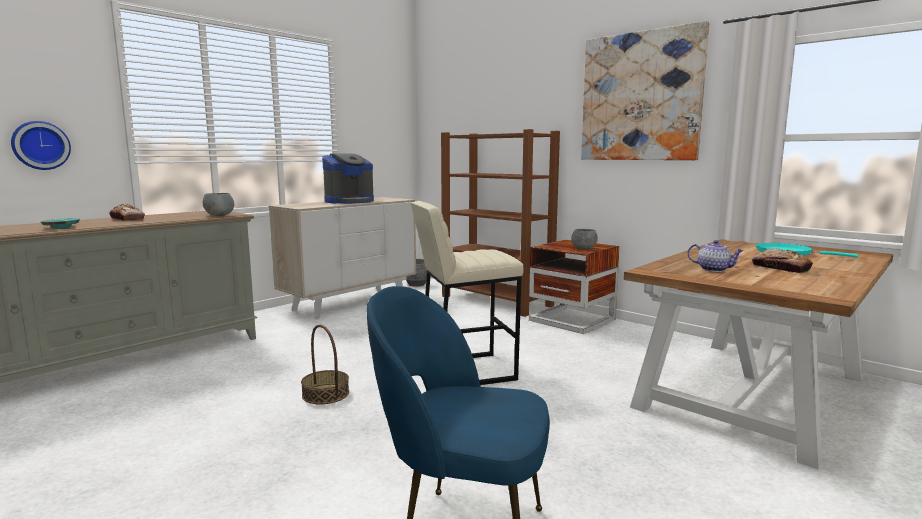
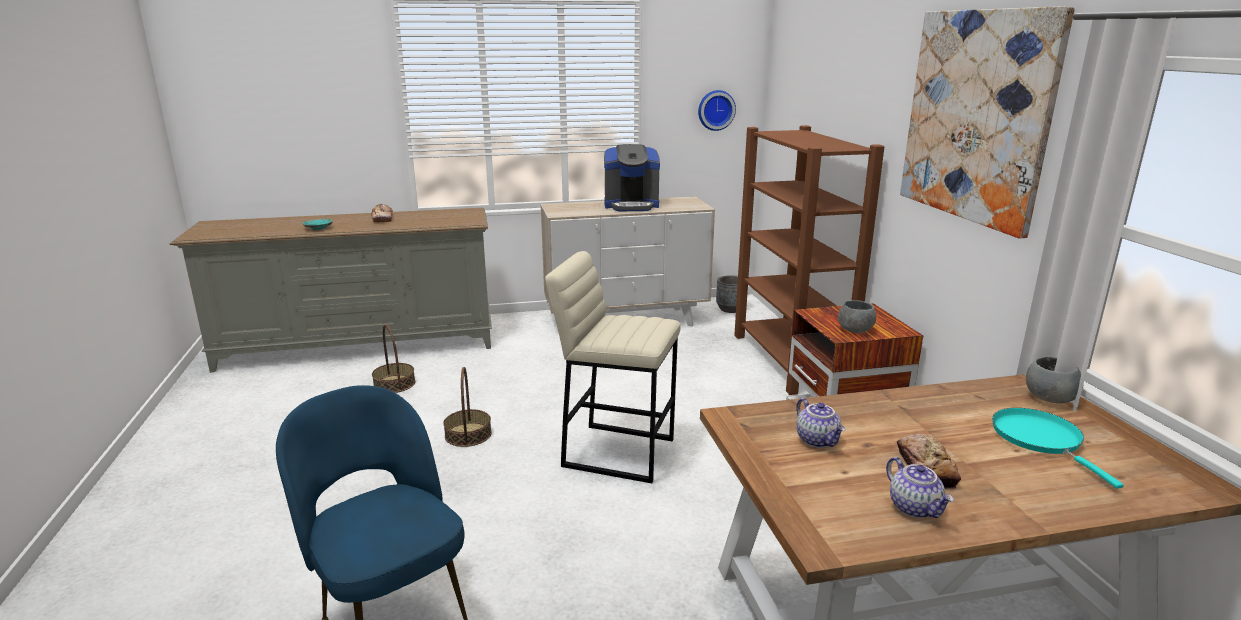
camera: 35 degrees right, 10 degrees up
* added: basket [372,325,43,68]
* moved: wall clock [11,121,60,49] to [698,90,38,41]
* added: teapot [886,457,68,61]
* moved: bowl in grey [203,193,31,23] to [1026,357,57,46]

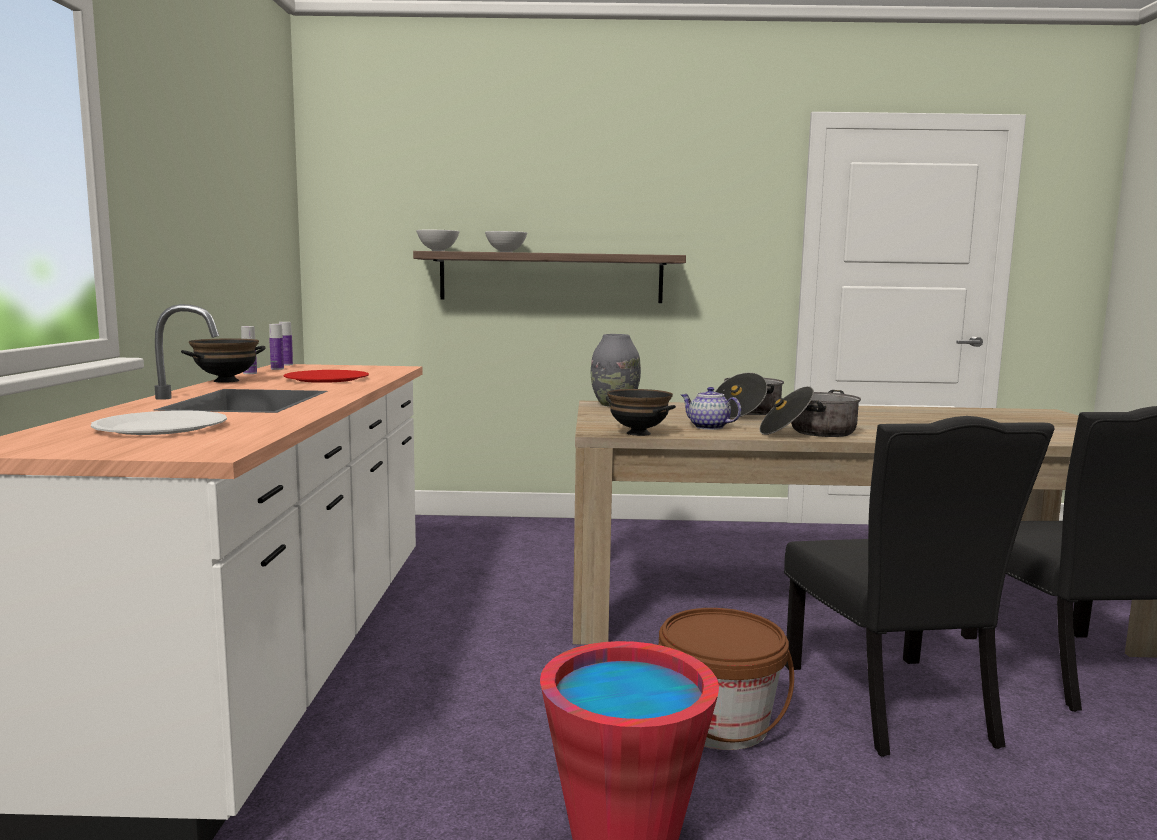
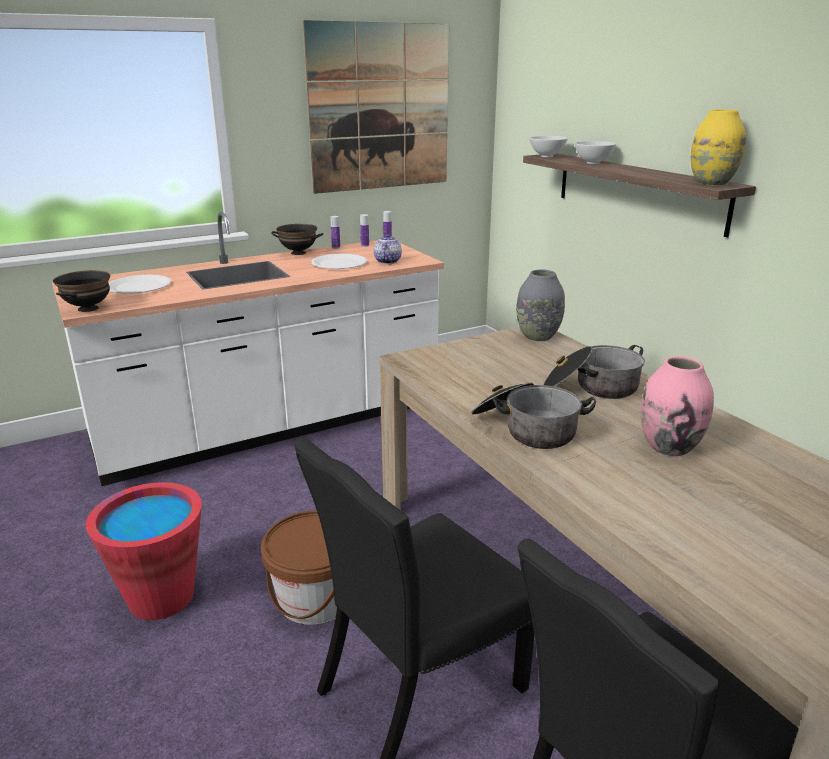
camera: 60 degrees right, 15 degrees up
* moved: bowl in black [606,389,70,47] to [53,270,57,42]
* added: picture [303,20,146,174]
* recoloured: plate in red [284,370,85,13] to plate in white [312,254,55,15]
* moved: teapot [681,387,60,43] to [373,234,29,30]
* added: vase in pink [641,356,73,100]
* added: vase in yellow [691,109,55,76]

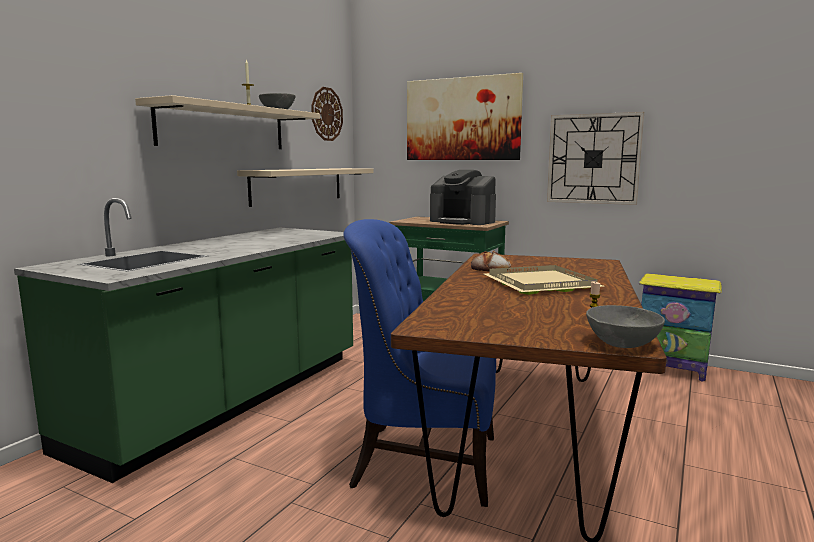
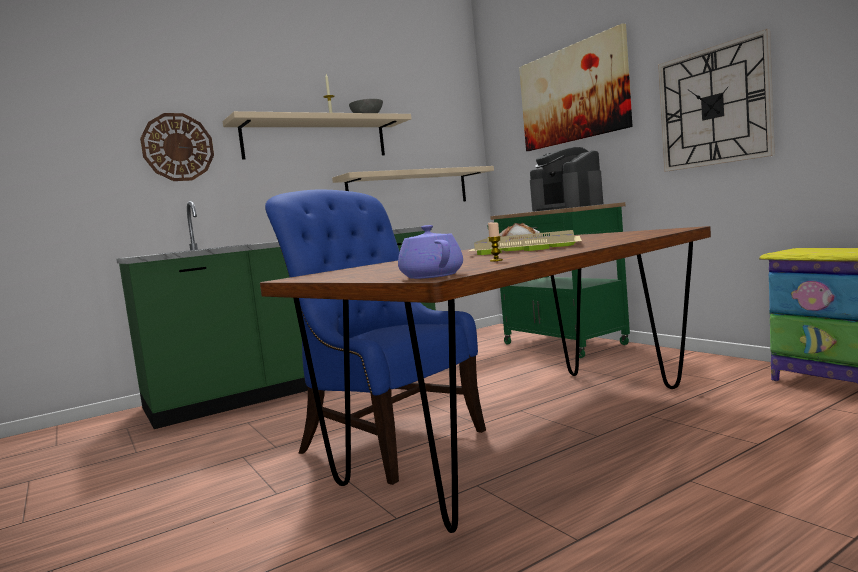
camera: 30 degrees right, 5 degrees down
* moved: wall clock [311,87,32,54] to [140,113,74,68]
* replaced: bowl in grey [586,305,79,43] to teapot in purple [398,225,65,54]

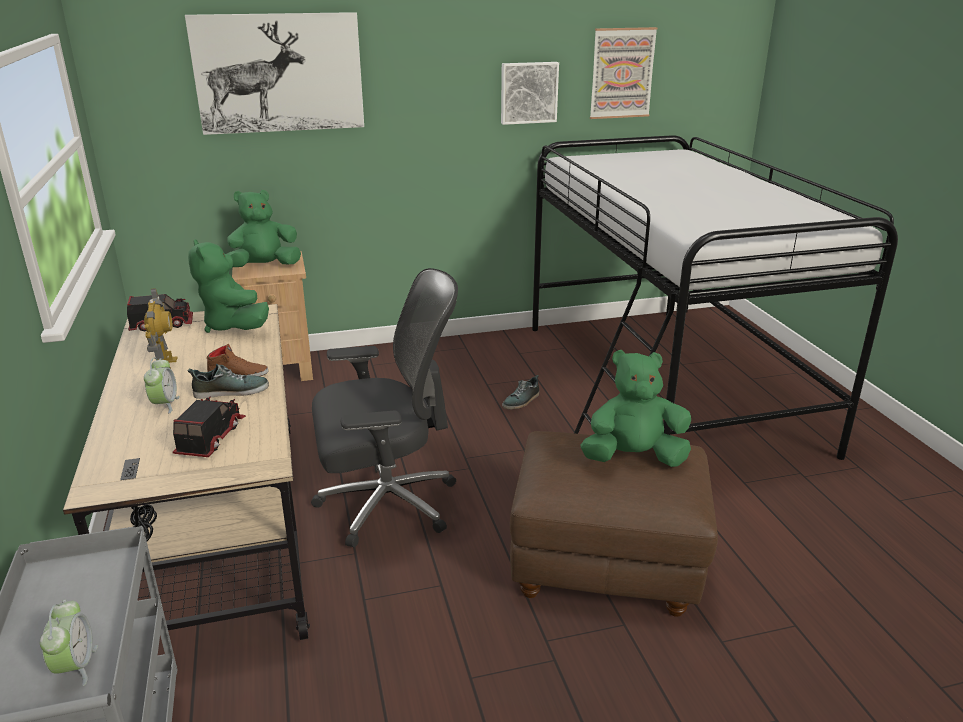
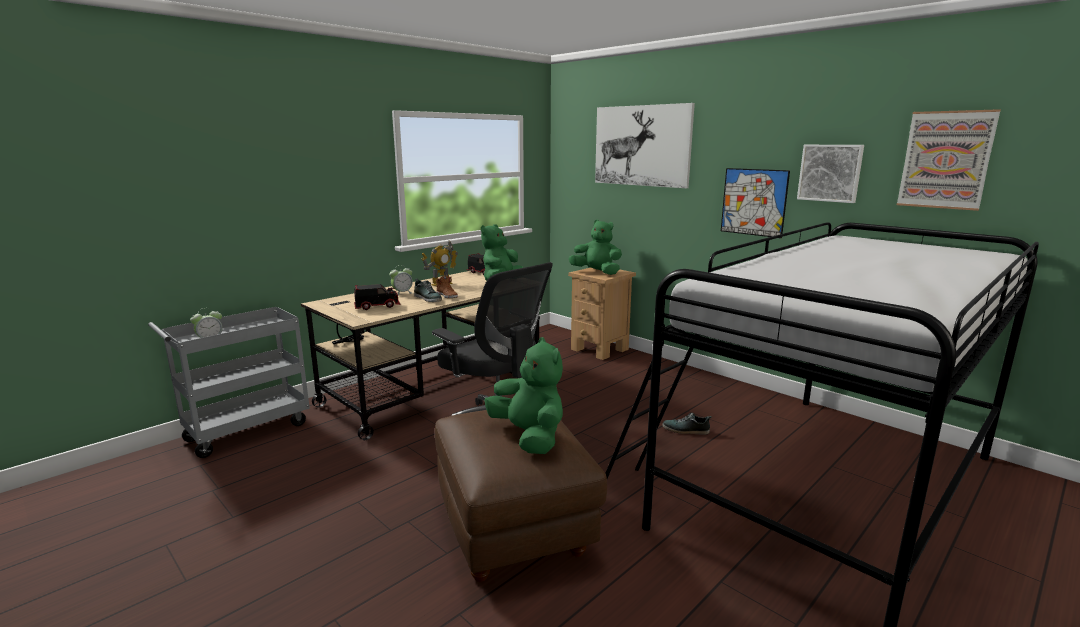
camera: 60 degrees right, 10 degrees down
* added: picture [721,168,69,70]

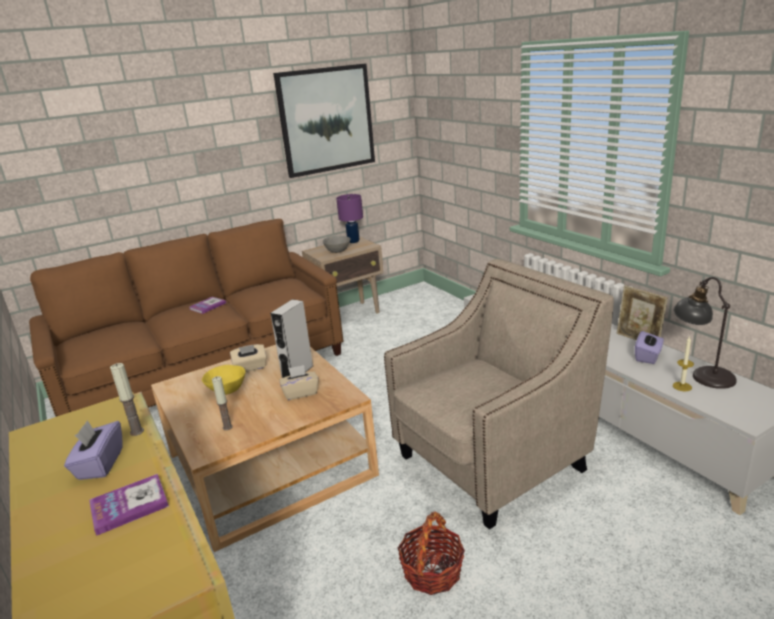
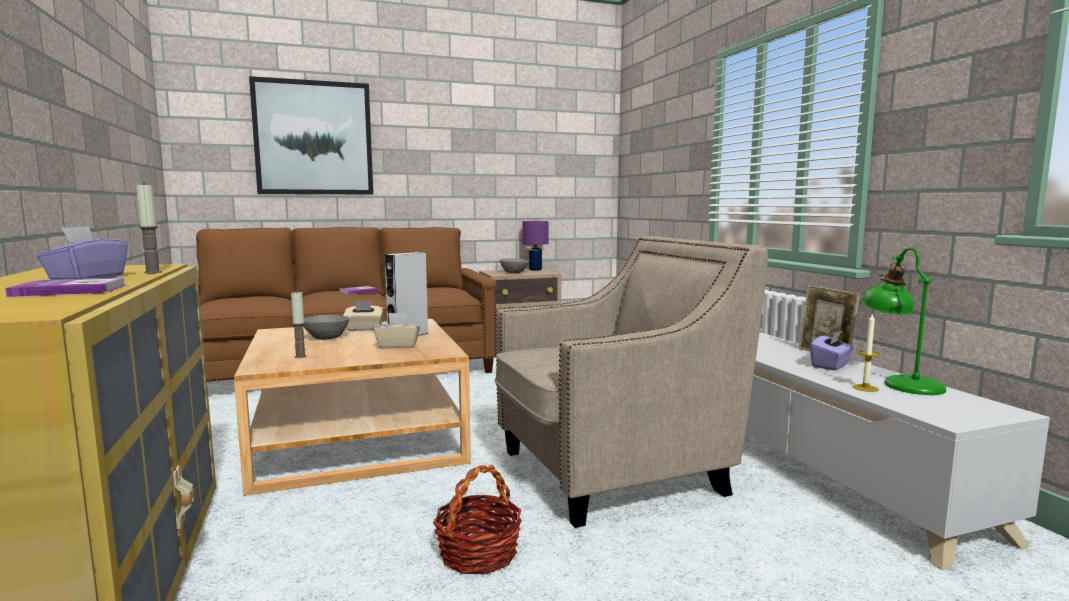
camera: 10 degrees right, 15 degrees down
* moved: picture [273,64,102,114] to [249,76,124,119]
* recoloured: bowl in yellow [202,365,43,30] to bowl in grey [303,315,47,25]
* recoloured: table lamp in grey [674,277,63,112] to table lamp in green [862,247,84,148]

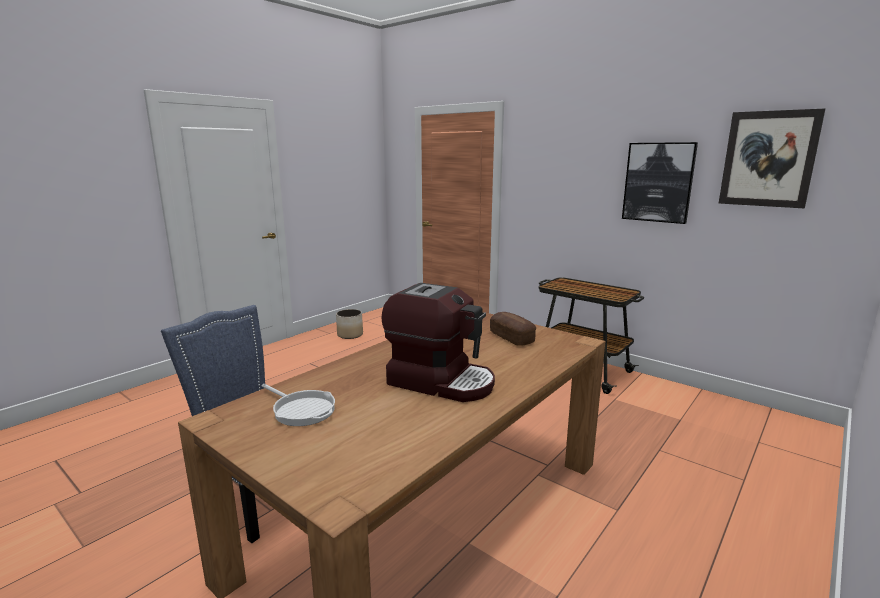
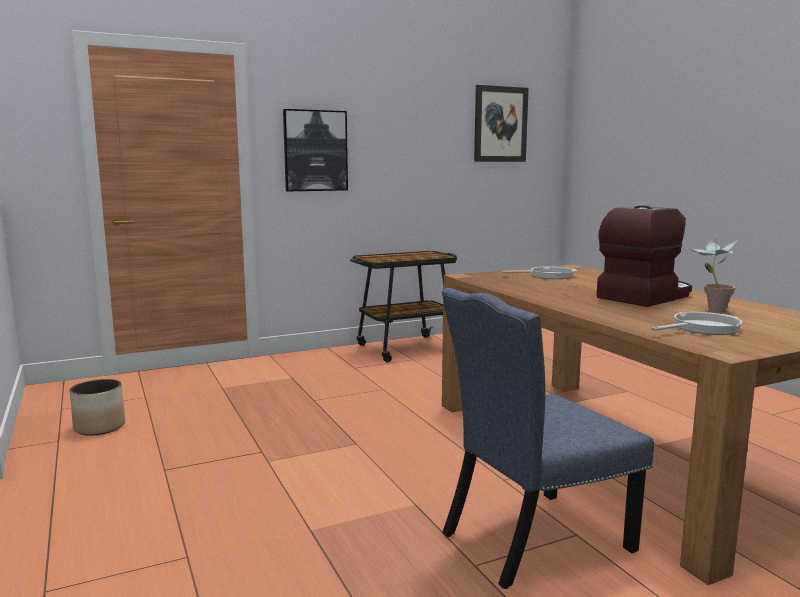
camera: 65 degrees left, 5 degrees down
* moved: picture [622,142,76,82] to [283,109,65,83]
* replaced: bread [490,312,46,34] to frying pan [502,266,75,13]
* added: potted plant [690,238,48,75]

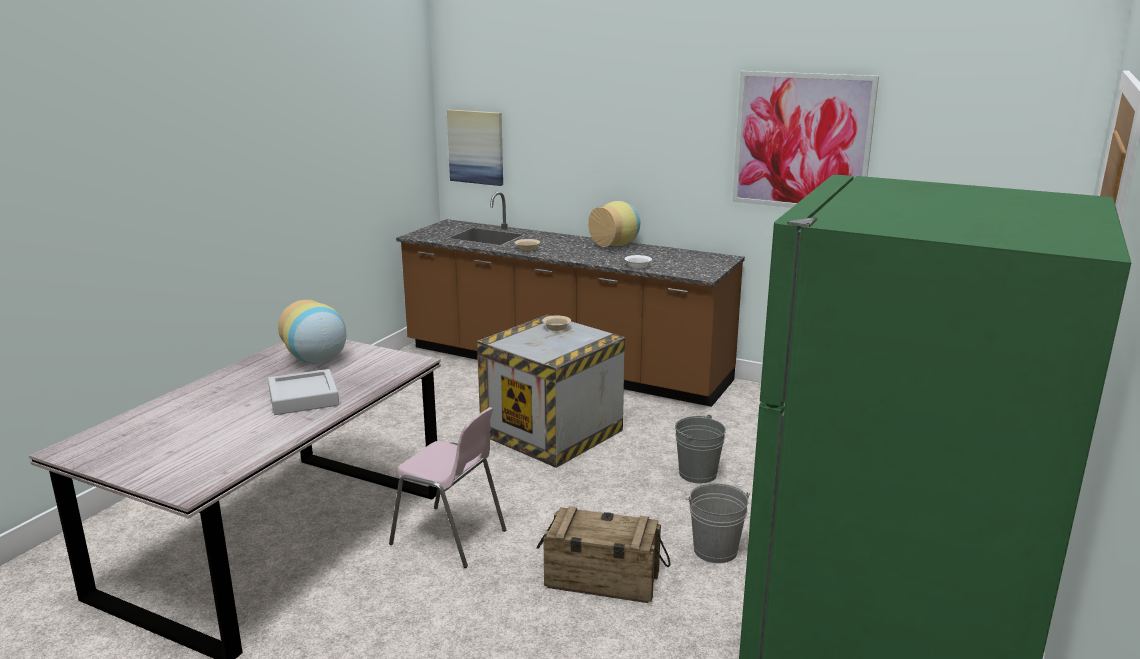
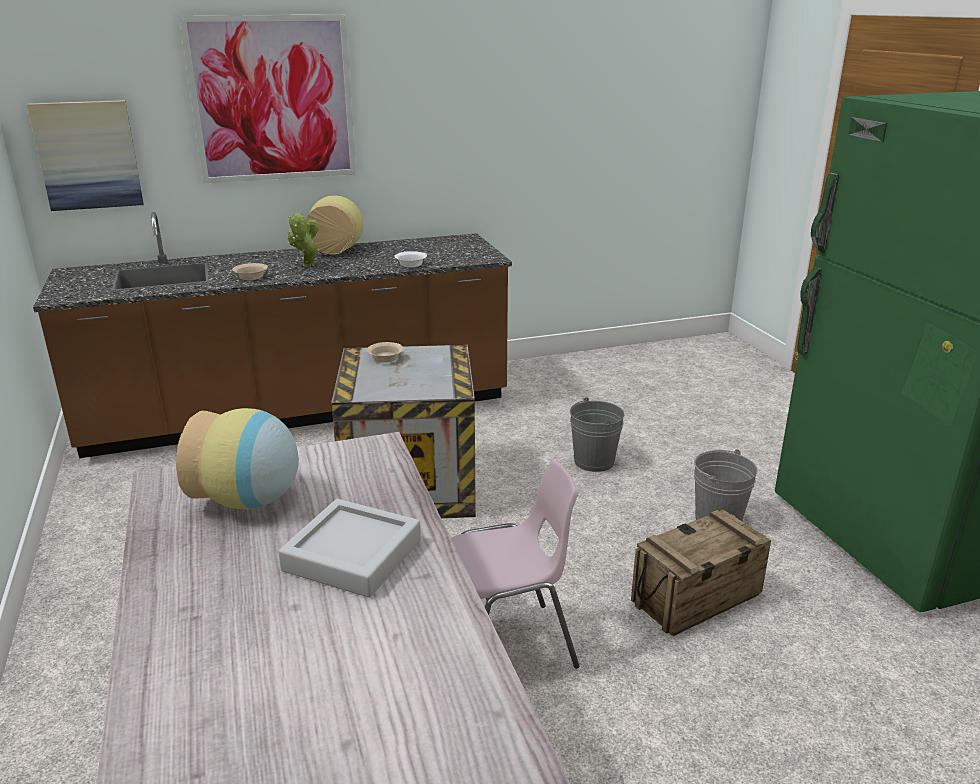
camera: 45 degrees left, 5 degrees up
* moved: picture [732,71,147,137] to [179,15,177,168]
* added: potted plant [288,212,31,55]

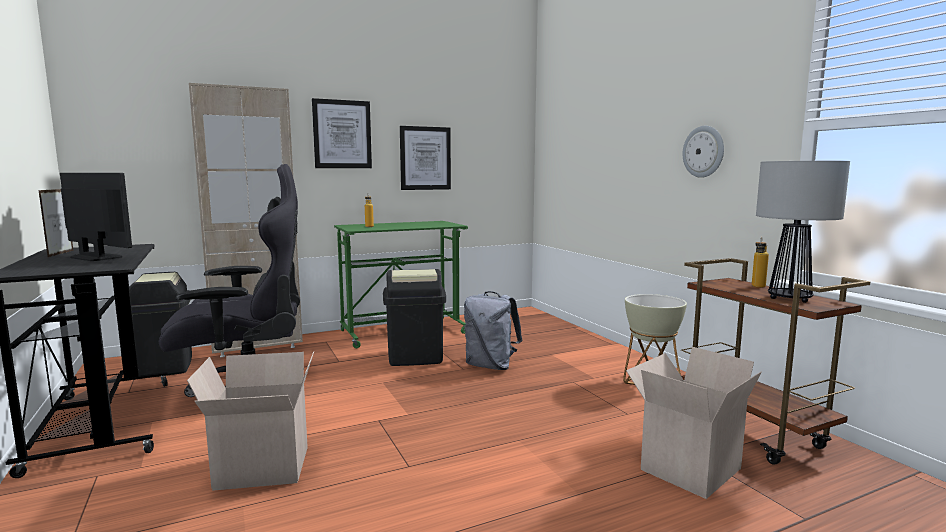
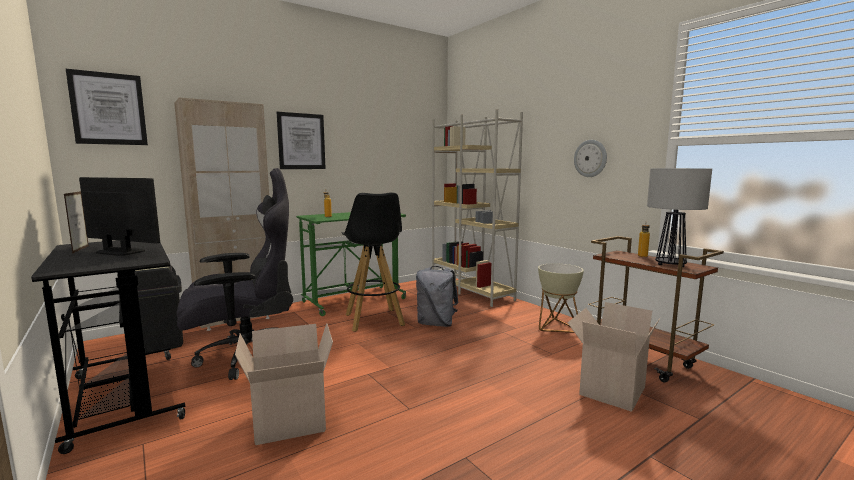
camera: 10 degrees left, 0 degrees up
* moved: picture [400,126,51,64] to [66,69,82,76]
* replaced: trash can in black [383,269,63,97] to stool in black [342,192,63,140]
* added: bookcase in beige [432,109,91,198]

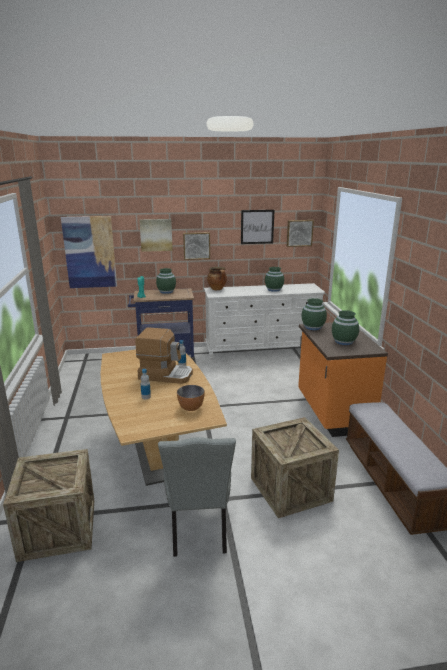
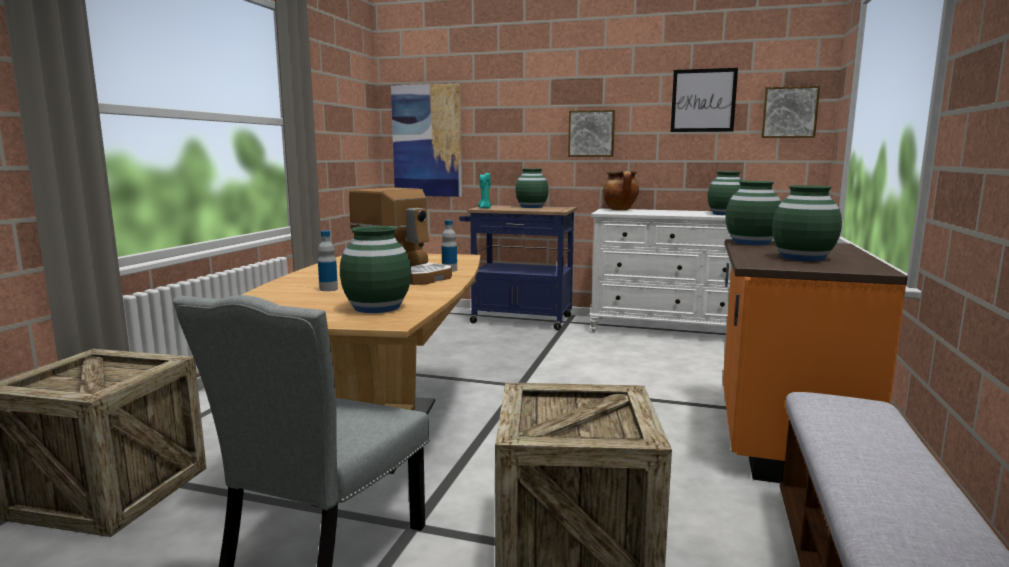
camera: 25 degrees right, 10 degrees down
* replaced: bowl [177,385,27,26] to vase in green [340,226,71,87]
* removed: picture [139,219,34,33]

